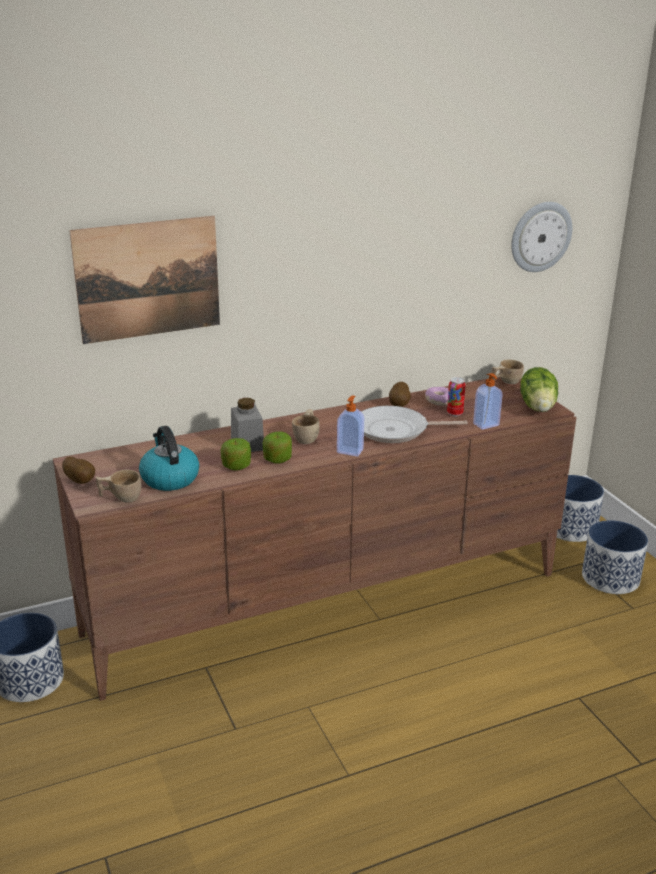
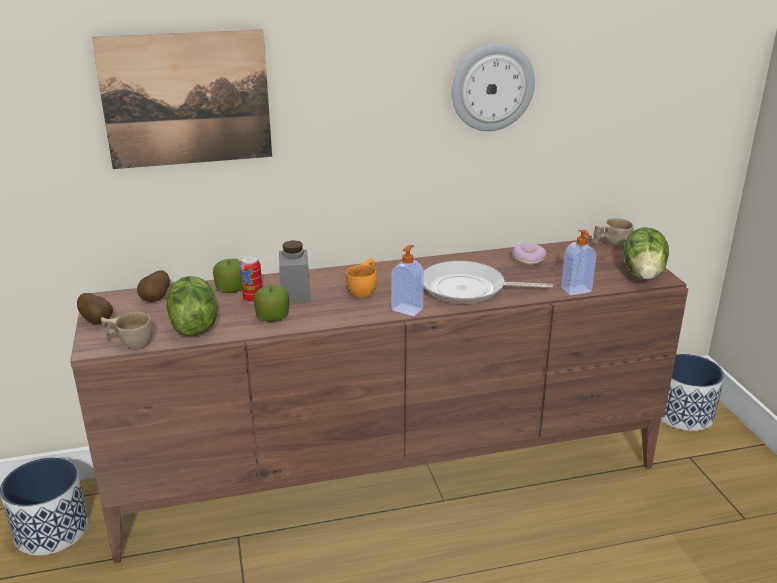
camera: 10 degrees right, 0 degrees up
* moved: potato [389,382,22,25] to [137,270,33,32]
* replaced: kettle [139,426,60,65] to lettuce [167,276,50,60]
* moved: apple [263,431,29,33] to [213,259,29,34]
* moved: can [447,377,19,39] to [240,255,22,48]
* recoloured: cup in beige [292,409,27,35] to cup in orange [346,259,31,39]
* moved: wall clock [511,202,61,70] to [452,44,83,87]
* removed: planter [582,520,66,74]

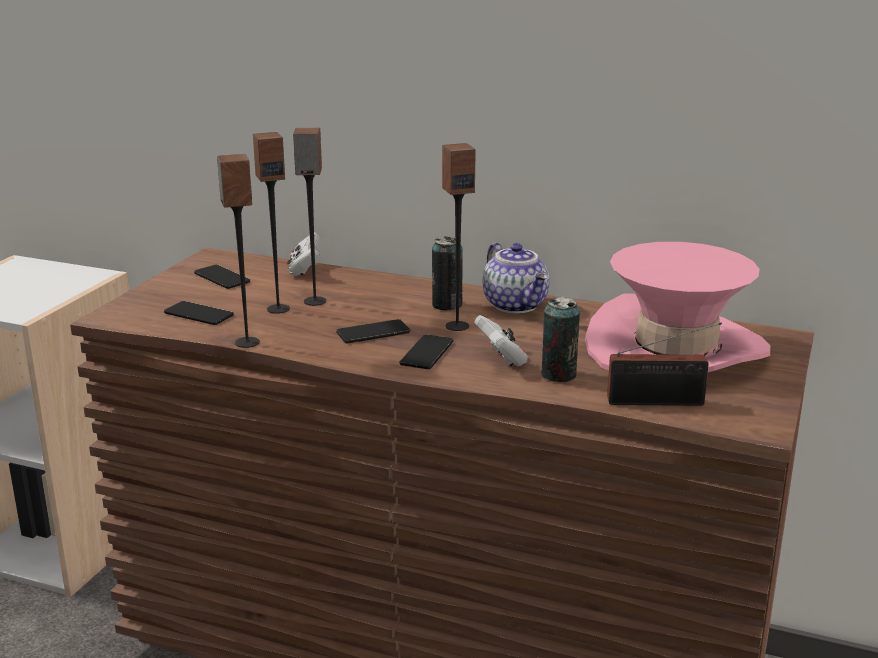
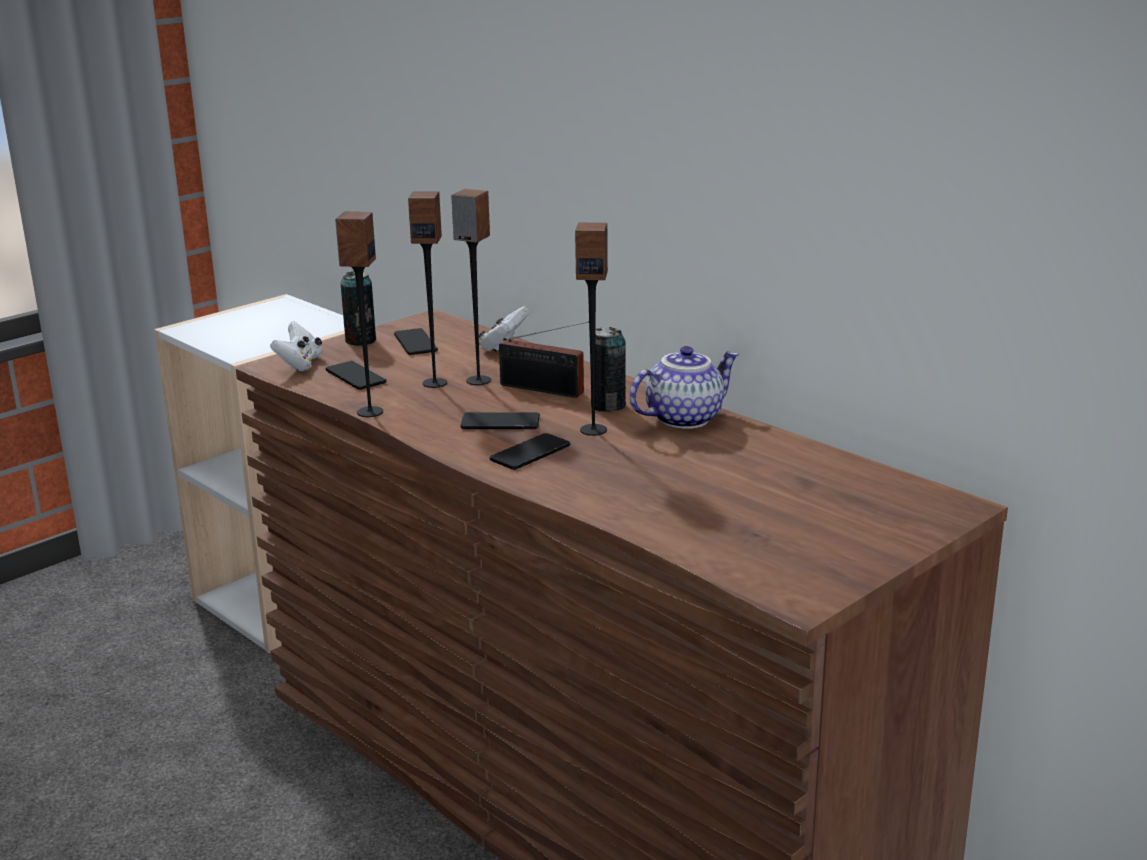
camera: 25 degrees right, 0 degrees up
* moved: game controller in white [474,315,54,51] to [270,321,52,50]
* moved: can [541,297,39,85] to [341,271,35,75]
* moved: radio [607,322,115,84] to [499,321,90,77]
* turned: teapot [483,243,66,71] = [630,346,109,83] 120 degrees counterclockwise
* removed: hat in pink [585,242,185,130]

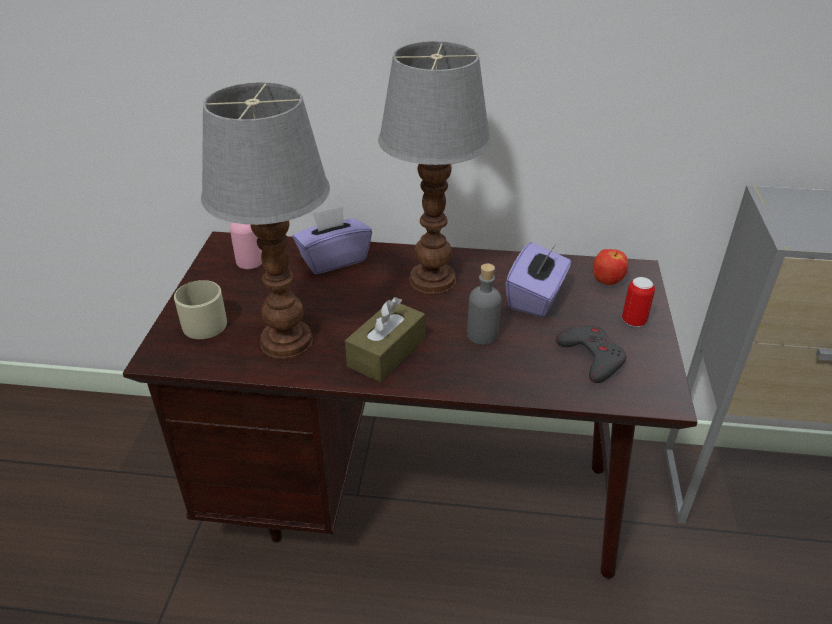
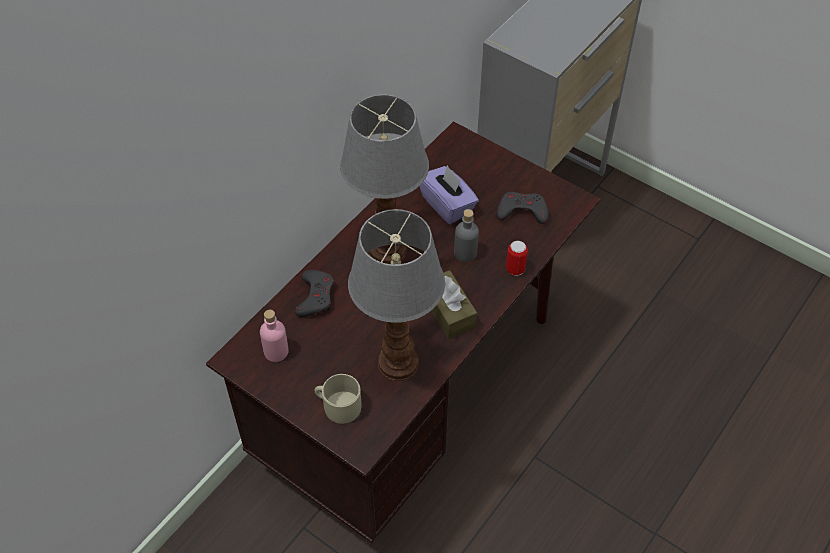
camera: 60 degrees left, 15 degrees up
* replaced: tissue box in purple [293,207,79,67] to game controller in grey [295,270,39,47]
* moved: can [622,277,33,50] to [506,241,22,35]
* removed: apple [593,249,35,36]

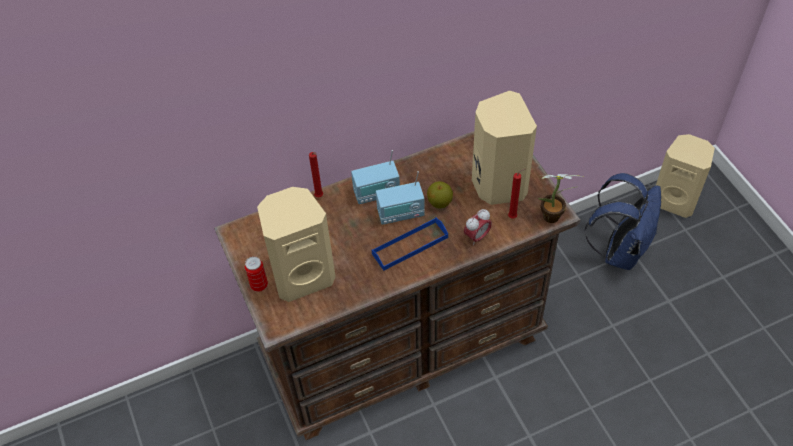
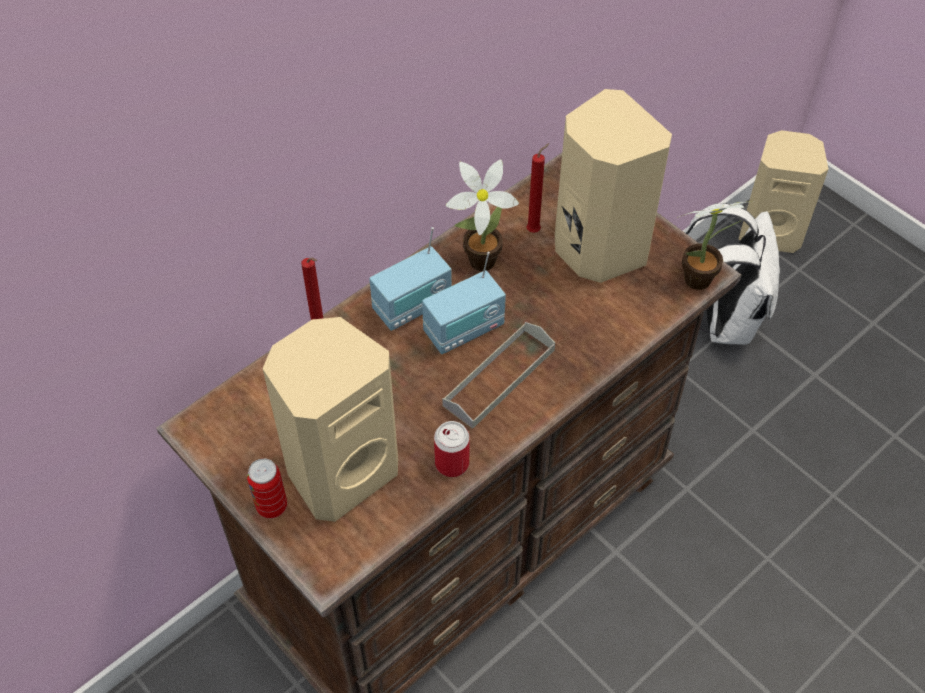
camera: 20 degrees left, 0 degrees up
* added: can [434,421,36,56]
* recoloured: tray in blue [372,217,76,54] to tray in grey [442,322,113,107]
* added: potted plant [446,160,73,111]
* moved: candle in red [508,168,18,50] to [526,143,23,90]
* recoloured: backpack in blue [585,173,76,97] to backpack in white [684,203,96,142]
* removed: apple [427,181,26,27]
* removed: alarm clock [464,209,28,37]

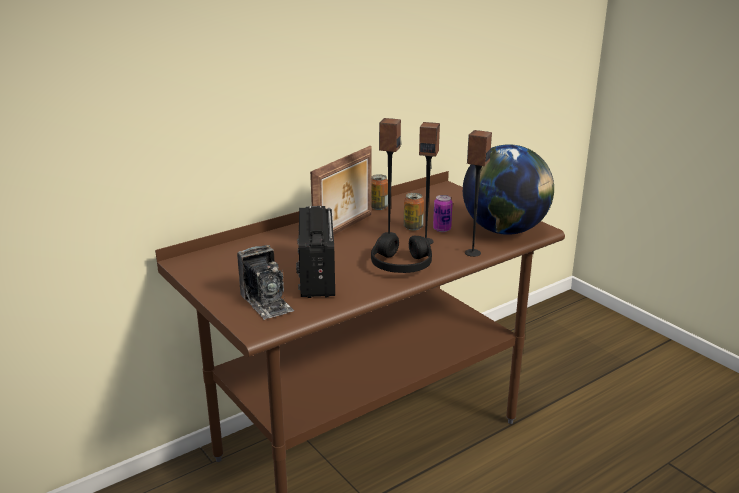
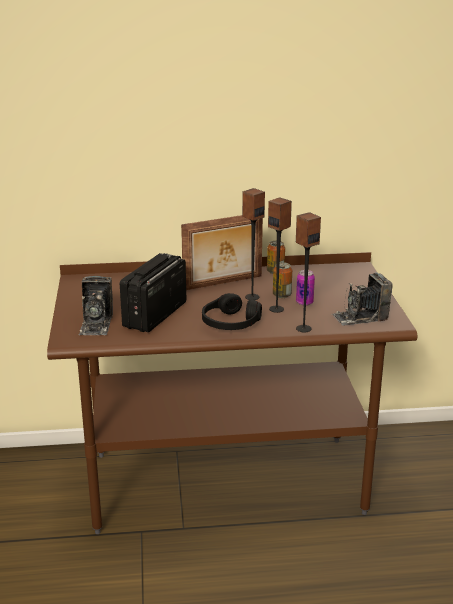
camera: 30 degrees right, 0 degrees up
* replaced: globe [463,144,91,91] to photo camera [332,272,61,54]

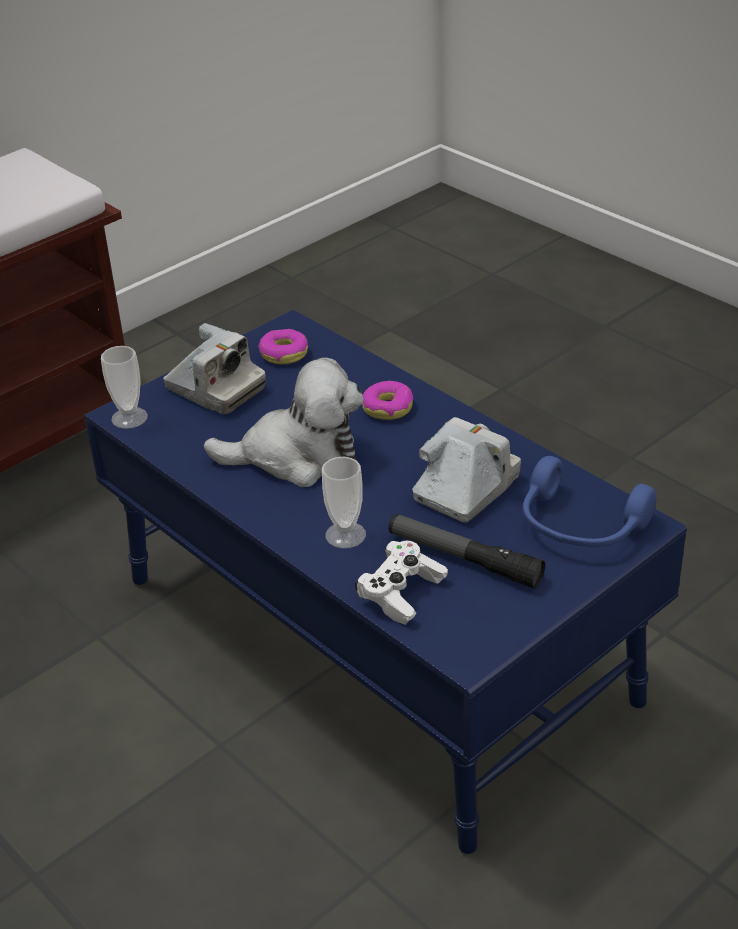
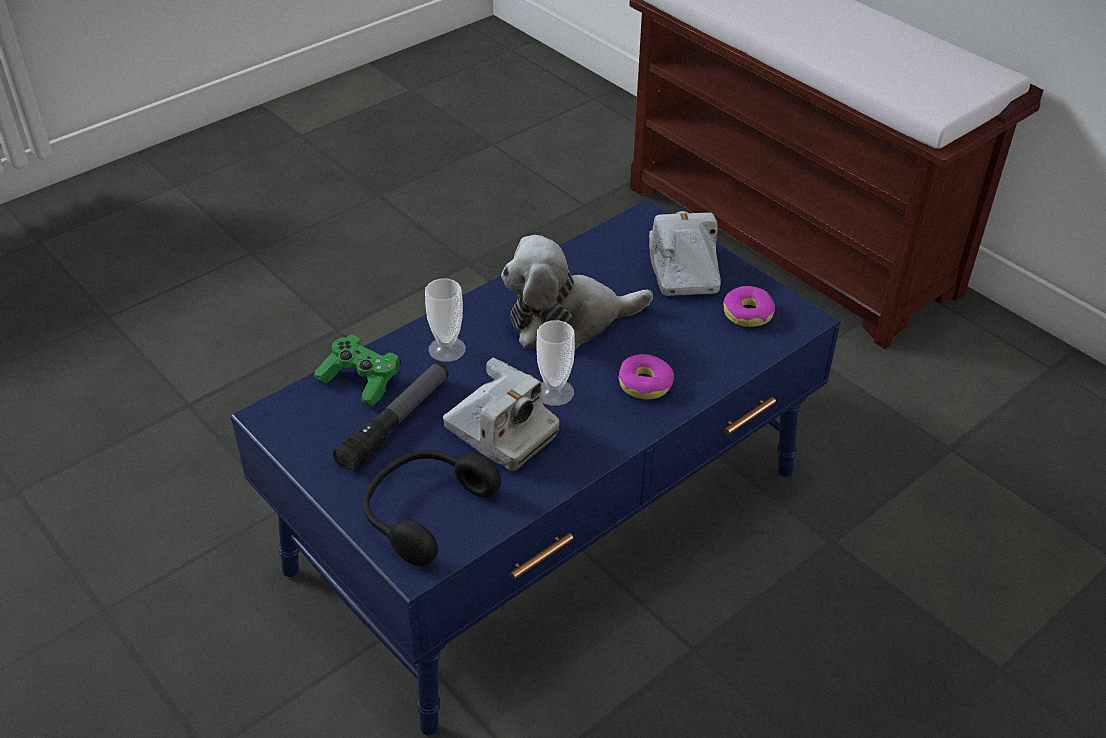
camera: 90 degrees right, 5 degrees up
* recoloured: game controller in white [355,541,93,84] to game controller in green [314,335,87,71]
* recoloured: headphones in blue [523,456,134,91] to headphones in black [363,450,138,116]
* turned: plush toy [204,357,160,130] = [501,235,152,114] 75 degrees clockwise
* moved: cup [101,346,47,83] to [536,320,39,86]
* turned: photo camera [163,323,103,92] = [649,211,72,85] 135 degrees clockwise

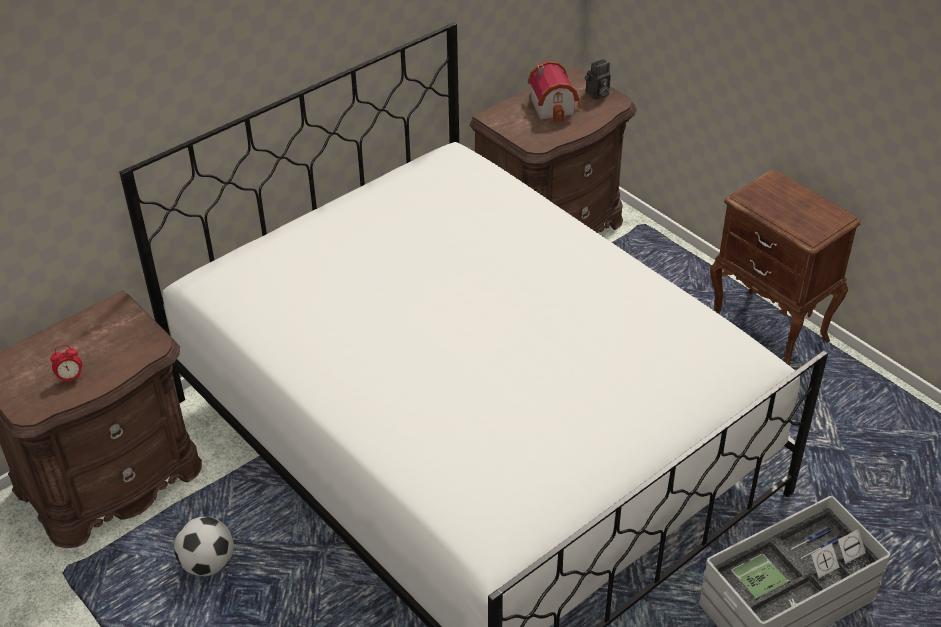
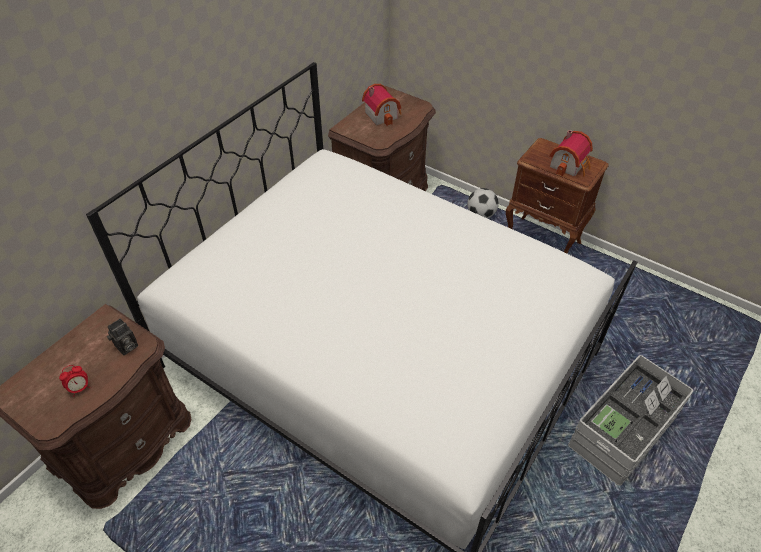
camera: 15 degrees left, 5 degrees up
* moved: photo camera [585,59,26,41] to [107,318,31,37]
* moved: football [174,517,60,59] to [467,188,32,30]
* added: toy house [549,130,44,47]

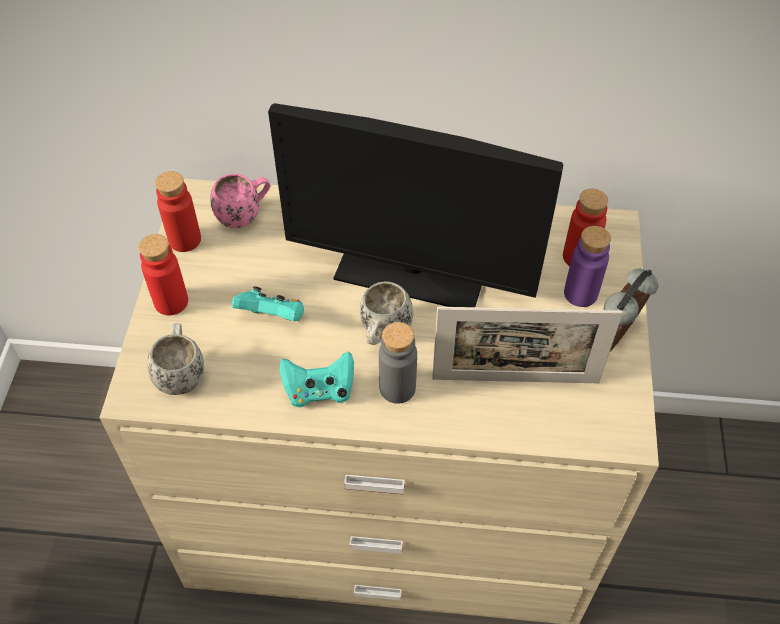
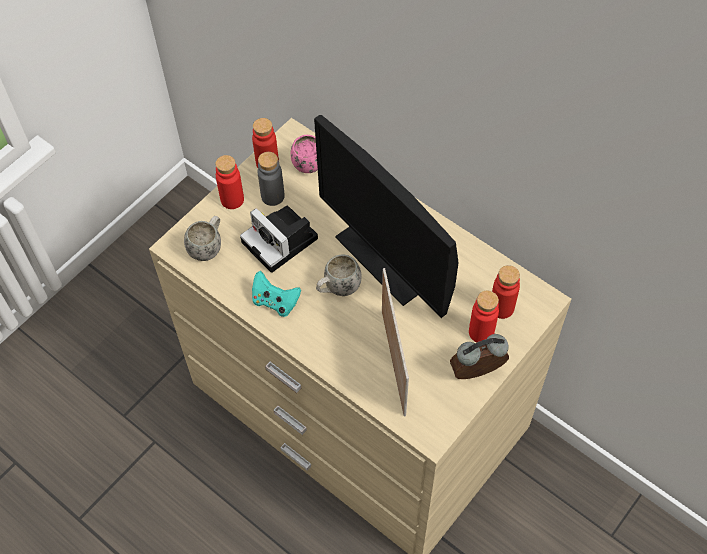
camera: 35 degrees right, 5 degrees up
* replaced: game controller in turquoise [232,286,72,35] to photo camera [240,206,78,67]
* moved: bottle in grey [379,322,38,82] to [258,152,27,54]
* turned: picture frame [432,307,191,76] = [382,268,27,149] 135 degrees counterclockwise
* recoloured: bottle in purple [564,226,47,81] to bottle in red [469,291,30,51]

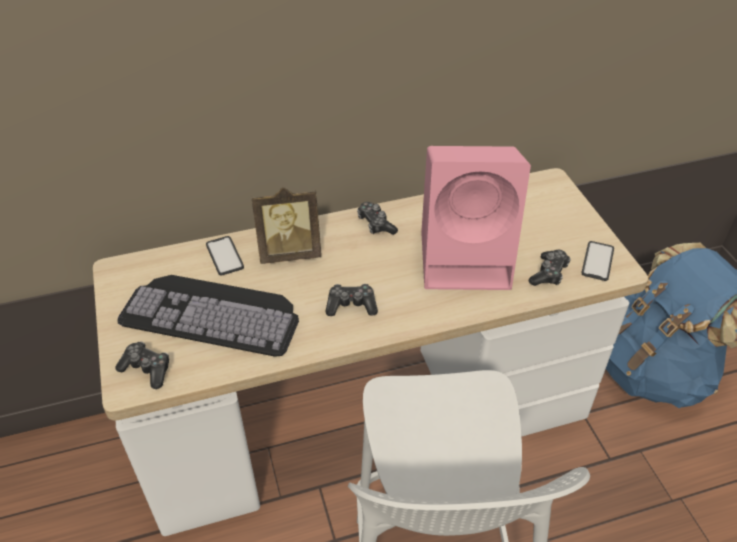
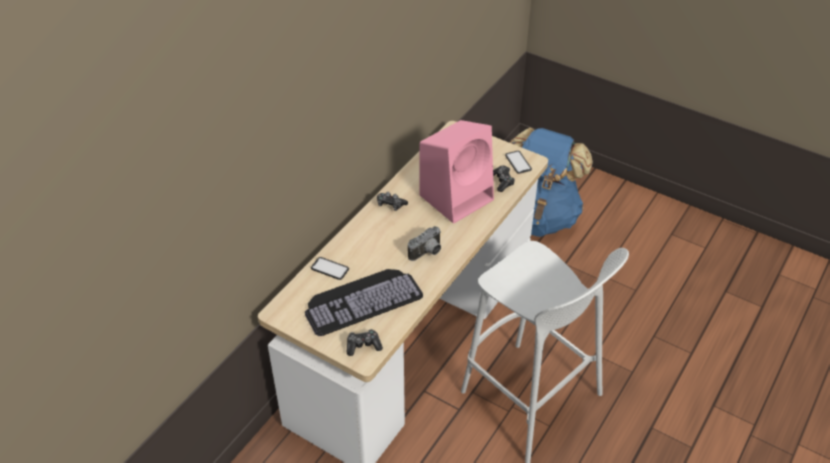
camera: 40 degrees left, 0 degrees up
* replaced: game controller [326,284,52,32] to photo camera [408,226,33,35]
* removed: picture frame [252,187,69,77]

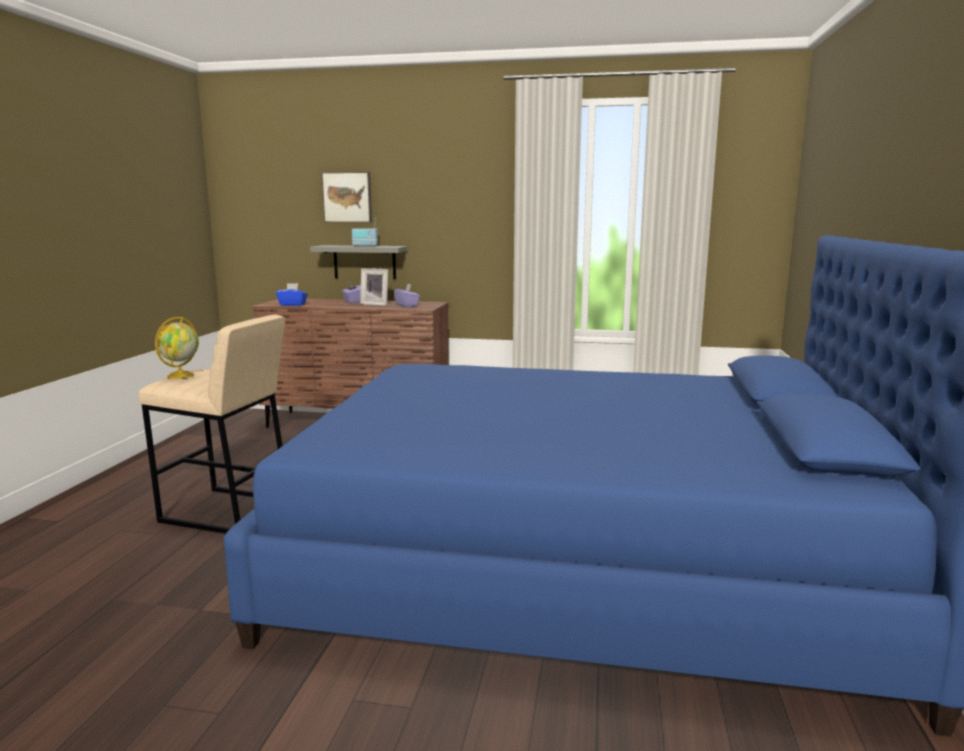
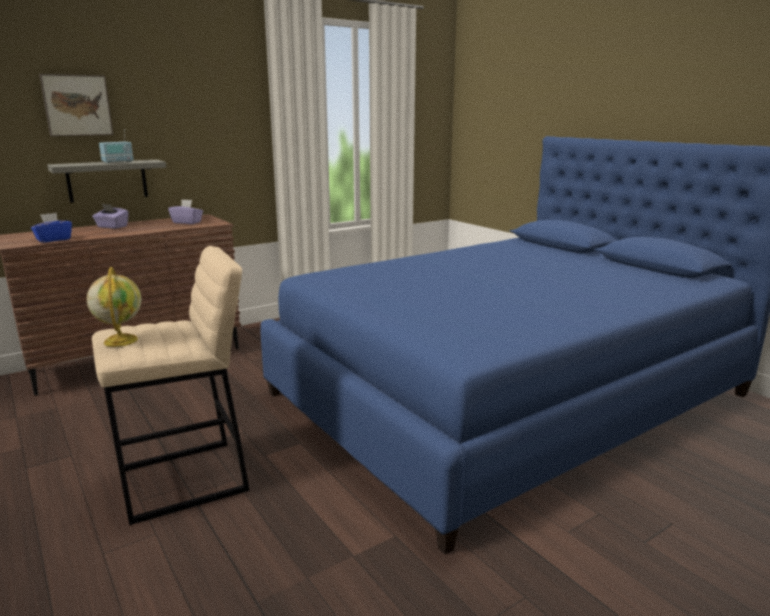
camera: 45 degrees left, 5 degrees up
* removed: picture frame [360,268,28,38]

